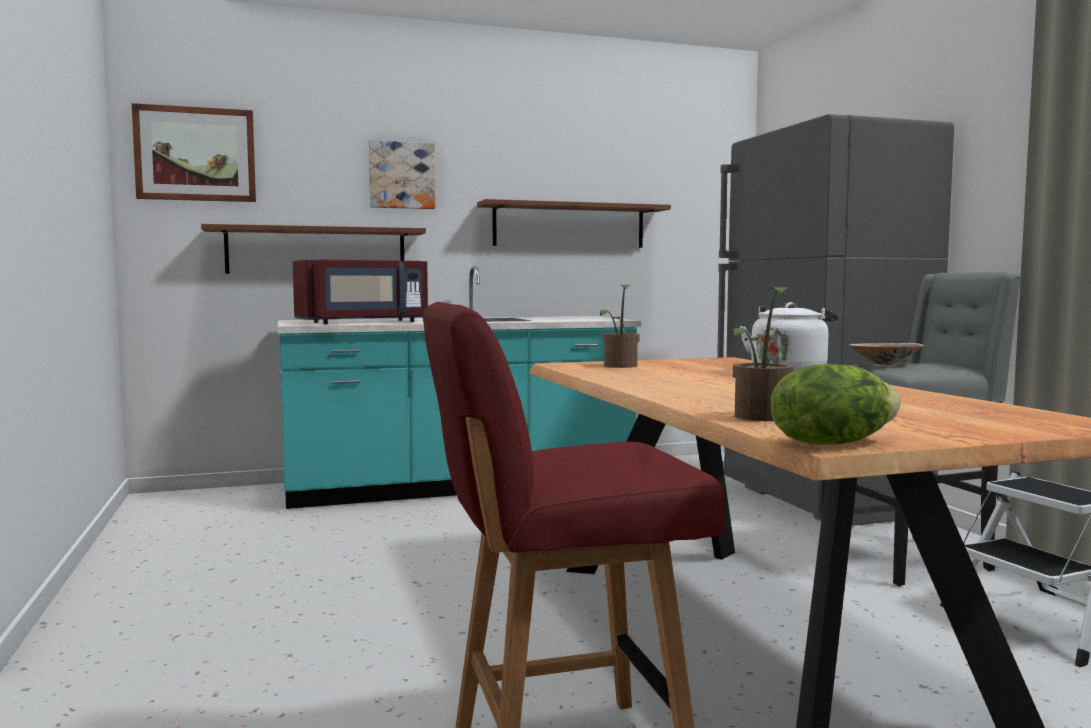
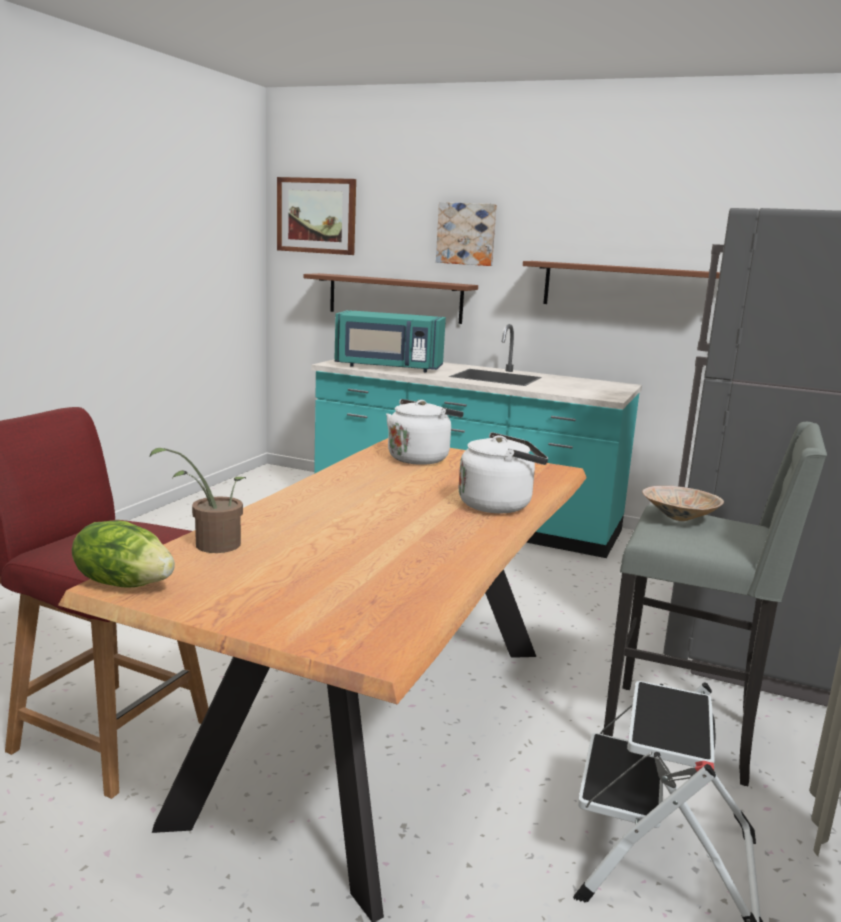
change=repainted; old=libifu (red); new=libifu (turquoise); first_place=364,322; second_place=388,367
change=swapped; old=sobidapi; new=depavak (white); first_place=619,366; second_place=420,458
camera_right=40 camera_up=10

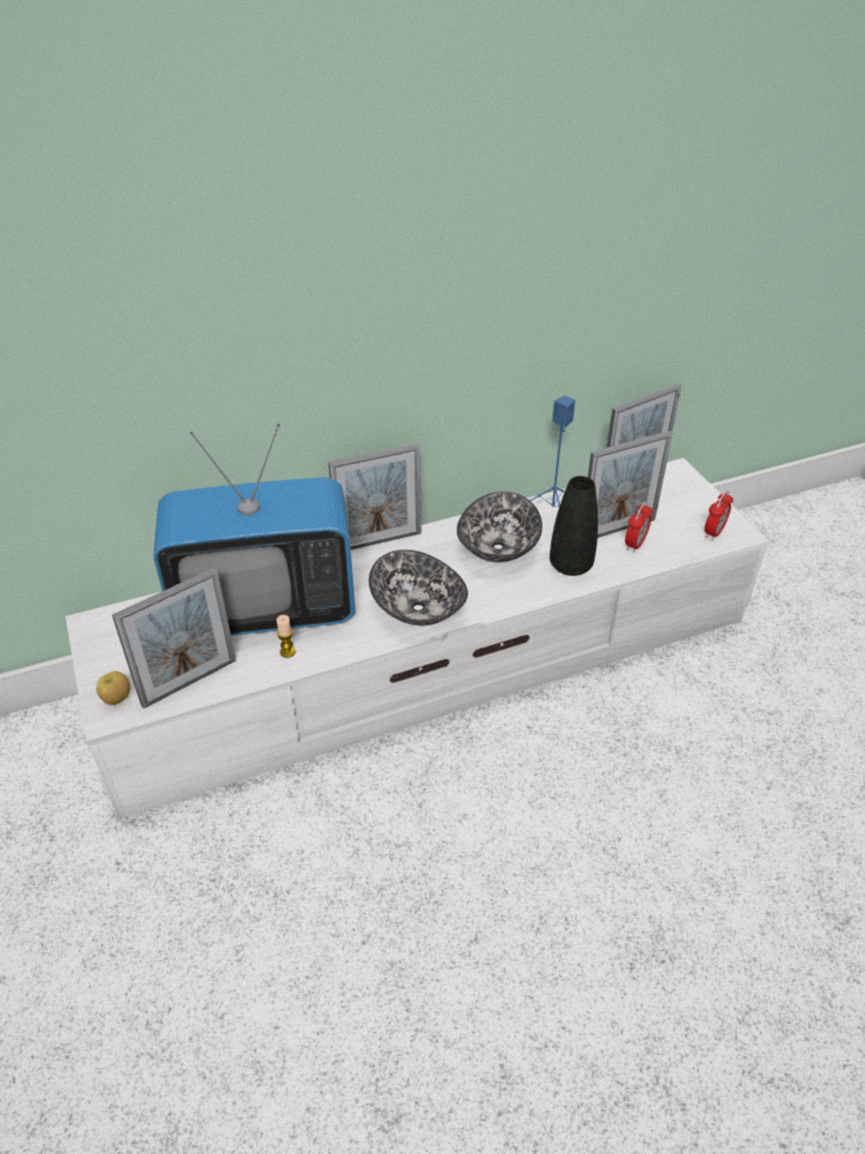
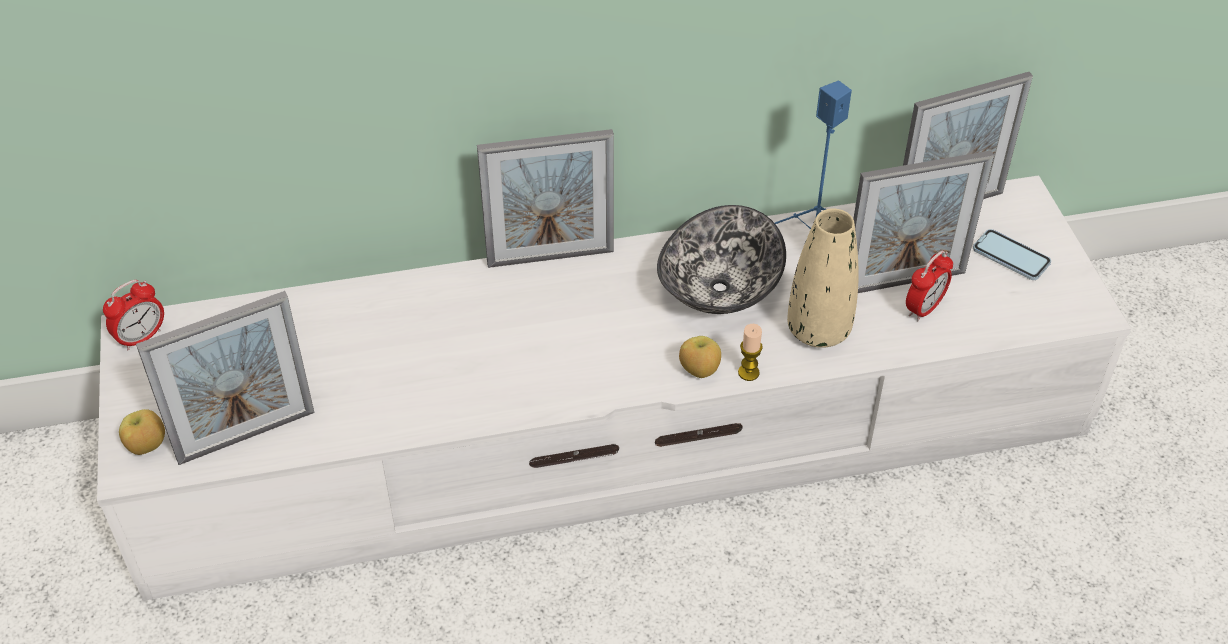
change=gone; old=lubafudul; first_place=266,609
change=shifted; old=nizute; first_place=287,652; second_place=748,372
change=gone; old=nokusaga; first_place=419,608
change=repainted; old=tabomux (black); new=tabomux (beige); first_place=570,566; second_place=818,331
change=shifted; old=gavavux; first_place=714,532; second_place=141,337
change=new; new=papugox; second_place=699,371
change=new; new=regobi; second_place=1011,256
camera_right=10 camera_up=5

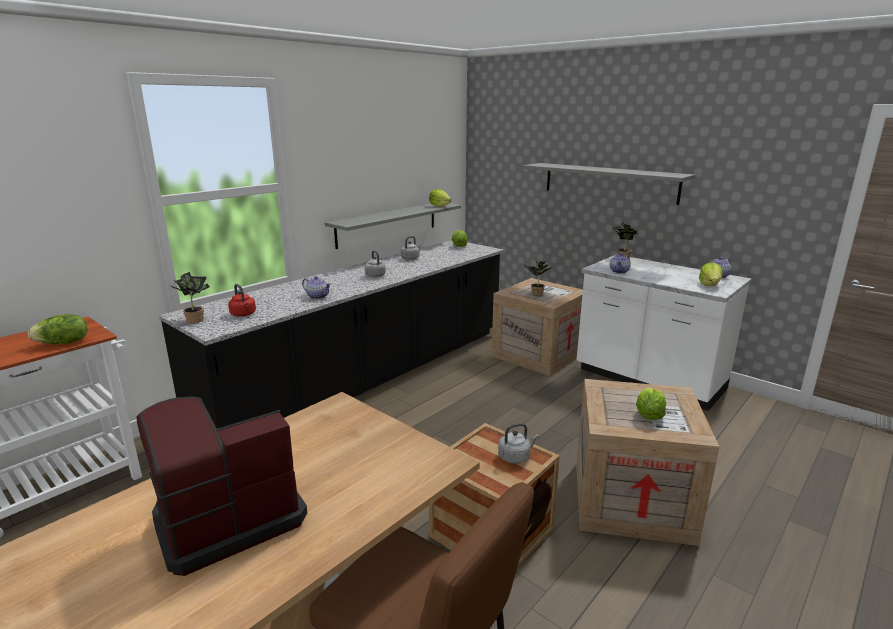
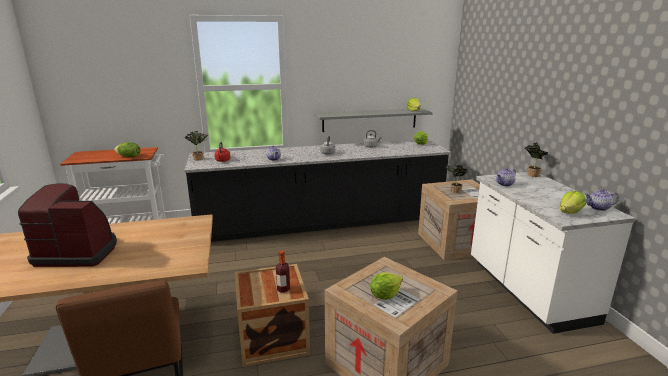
change=swapped; old=depavak (grey); new=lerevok; first_place=515,457; second_place=283,289
change=gone; old=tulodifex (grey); first_place=609,182
camera_right=35 camera_up=0

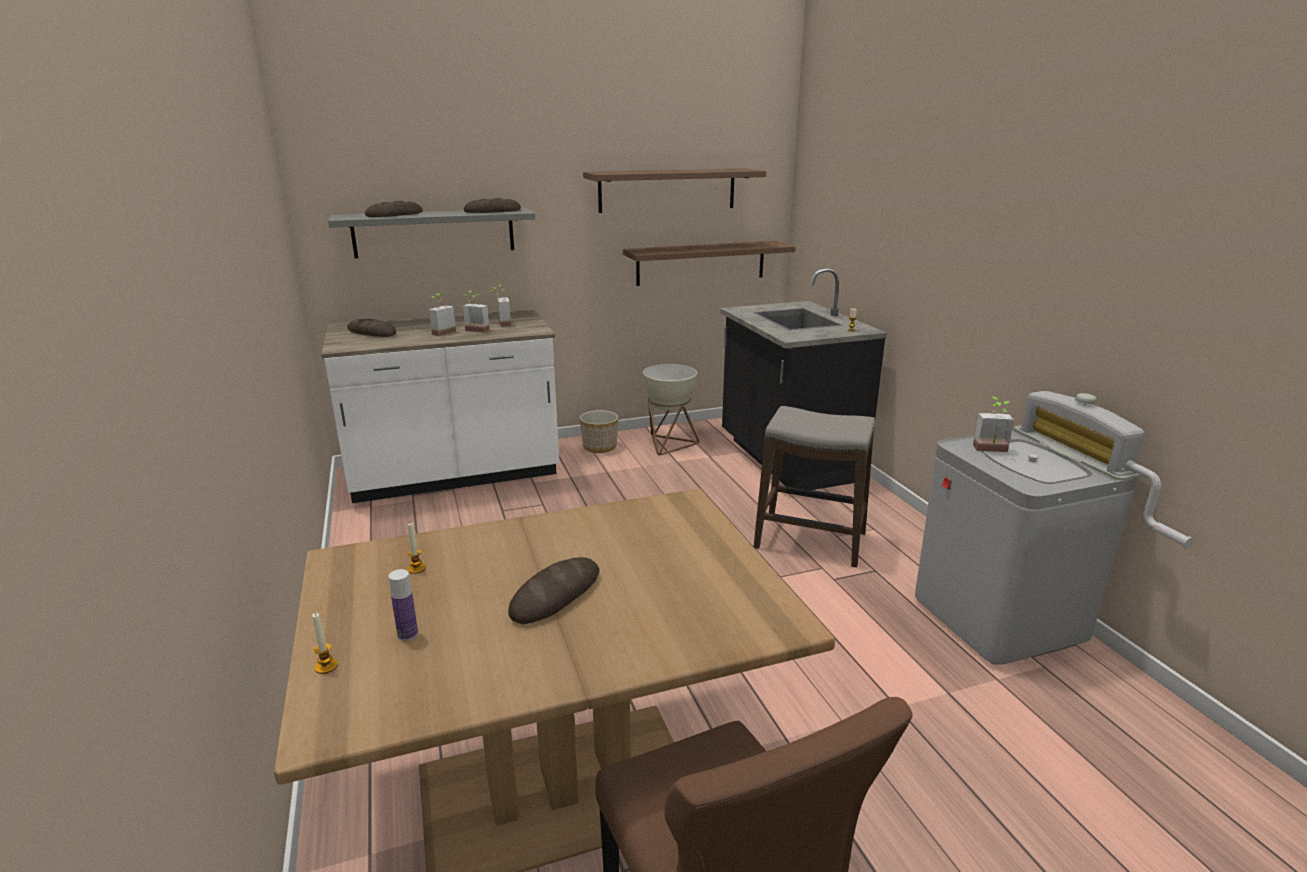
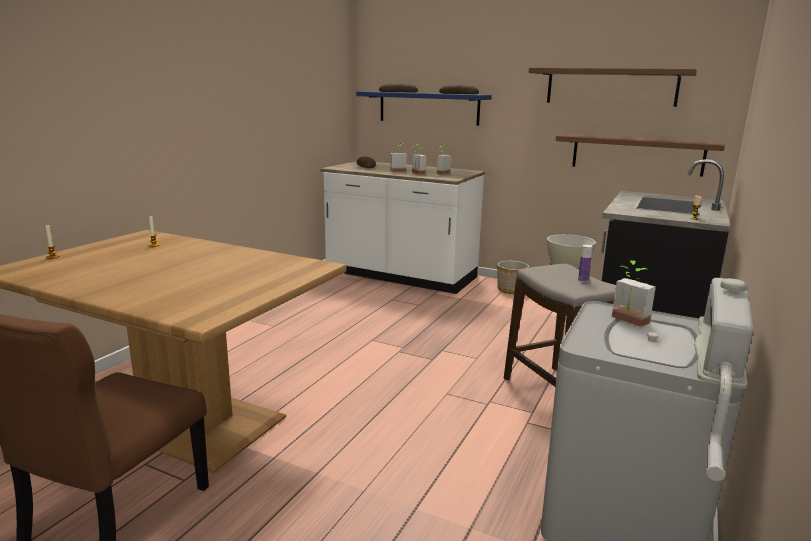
change=repainted; old=tulodifex (grey); new=tulodifex (blue); first_place=434,232; second_place=428,108
change=shifted; old=lerevok; first_place=407,634; second_place=583,280
change=gone; old=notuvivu; first_place=556,595
camera_right=45 camera_up=-5

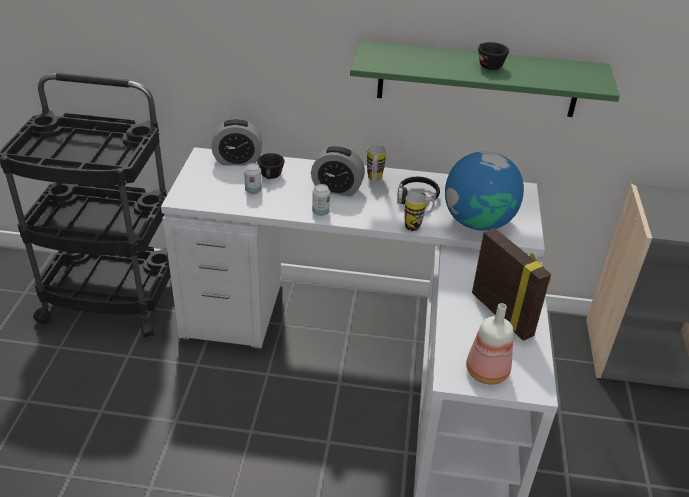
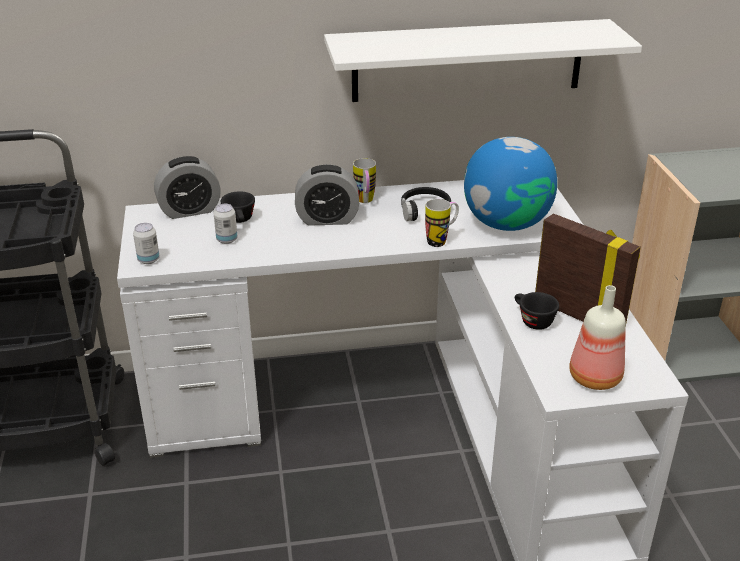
change=shifted; old=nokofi; first_place=320,212; second_place=148,260
change=repainted; old=tulodifex (green); new=tulodifex (white); first_place=478,79; second_place=468,60
change=shifted; old=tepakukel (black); first_place=488,64; second_place=532,320
camera_right=-15 camera_up=-5

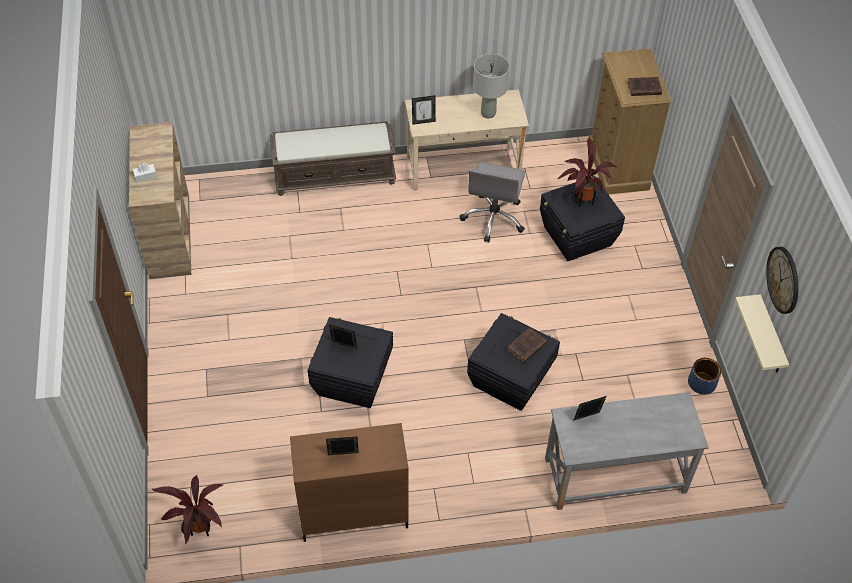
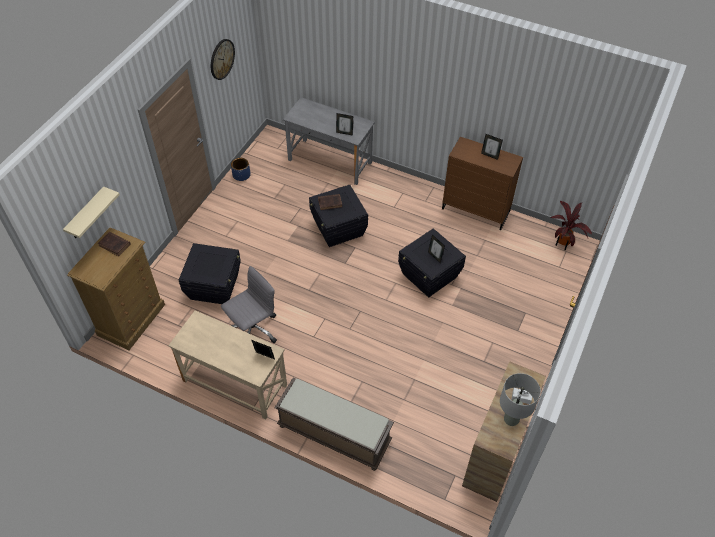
change=shifted; old=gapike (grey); first_place=488,113; second_place=511,419
change=gone; old=sobidapi; first_place=581,199
change=shifted; old=tulodifex (beige); first_place=770,337; second_place=86,214
camera_right=-145 camera_up=0

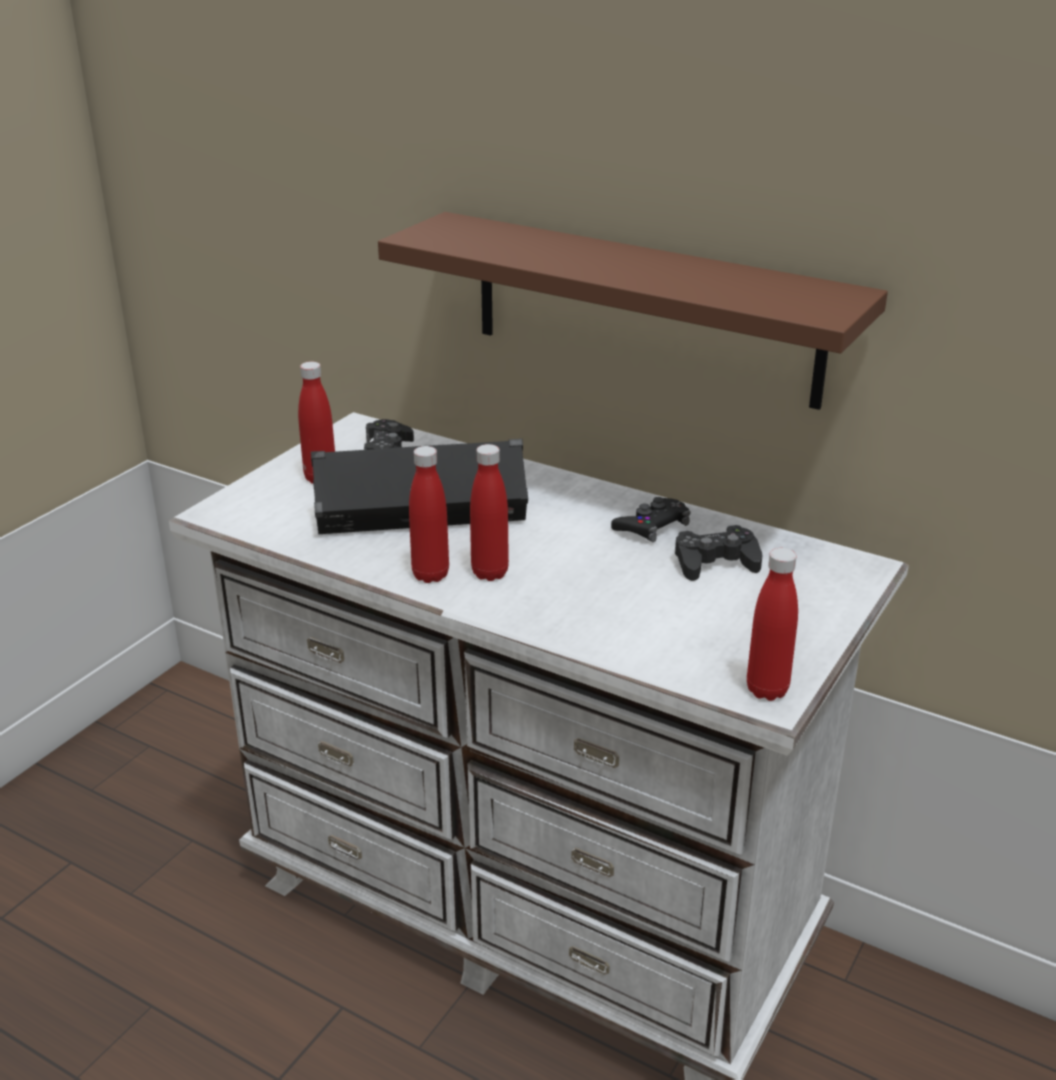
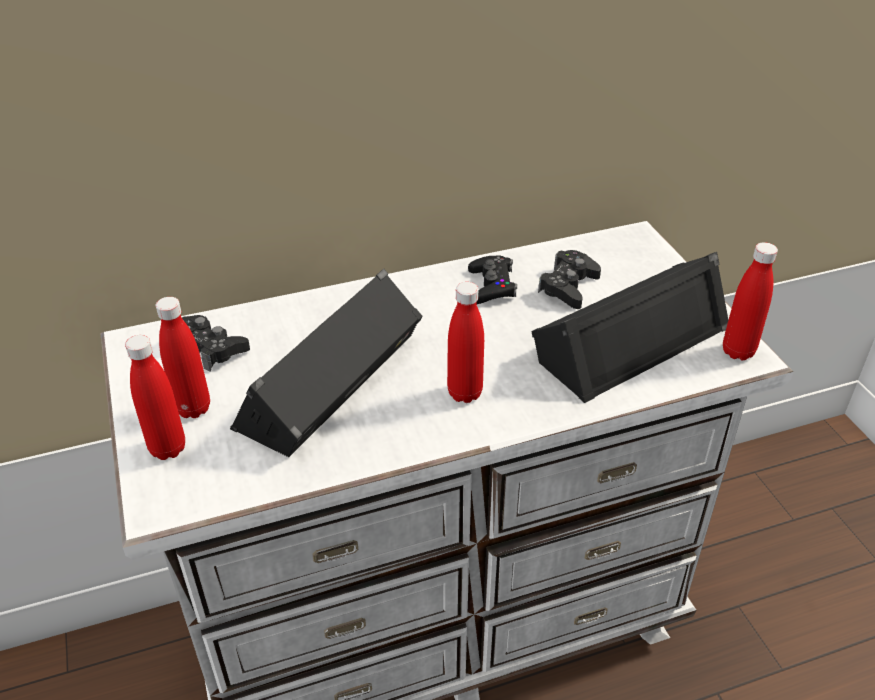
change=gone; old=tulodifex (brown); first_place=644,309
change=shifted; old=lerevok (red); first_place=430,575; second_place=168,448
change=new; new=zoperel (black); second_place=629,339
camera_right=-50 camera_up=10

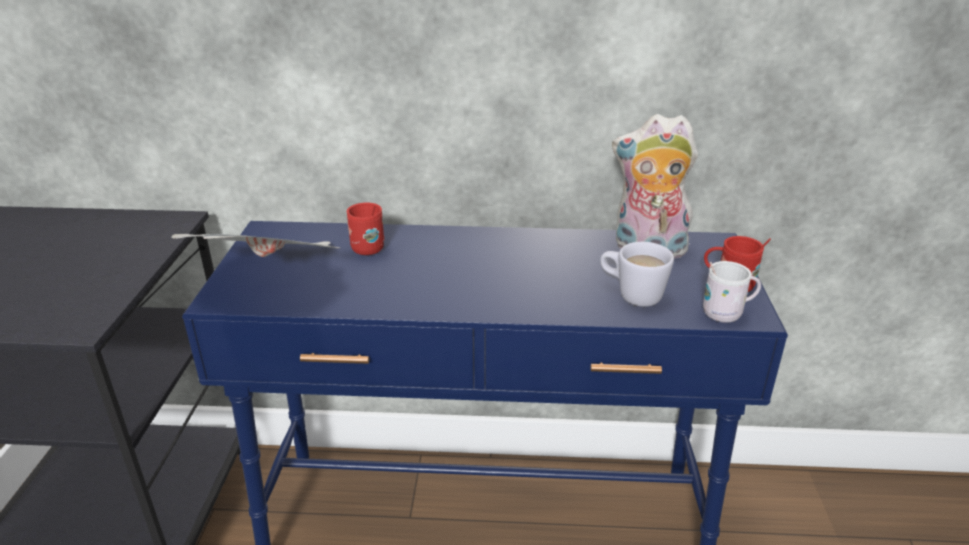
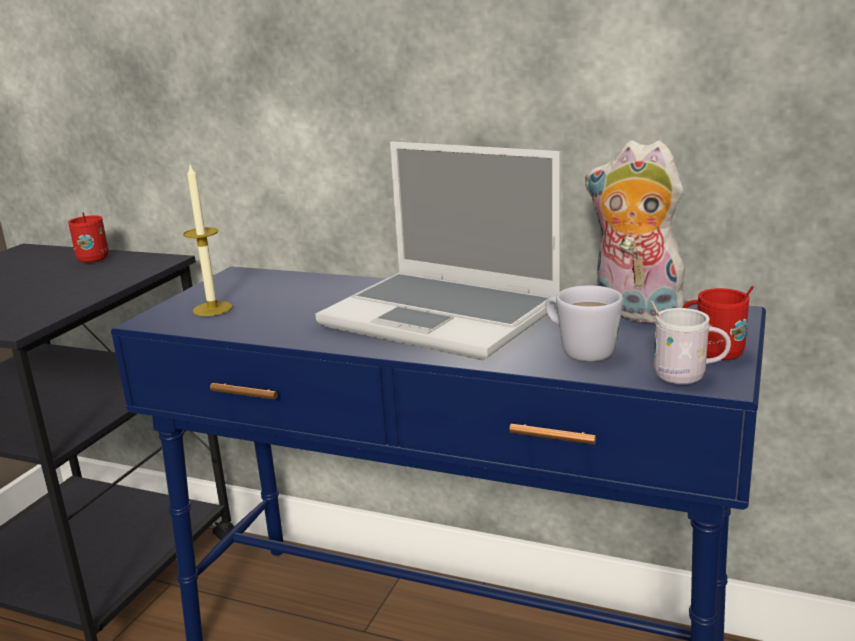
change=swapped; old=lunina; new=nizute; first_place=274,278; second_place=212,309
change=shifted; old=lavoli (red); first_place=365,247; second_place=93,258
change=new; new=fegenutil; second_place=445,317
camera_right=20 camera_up=-10

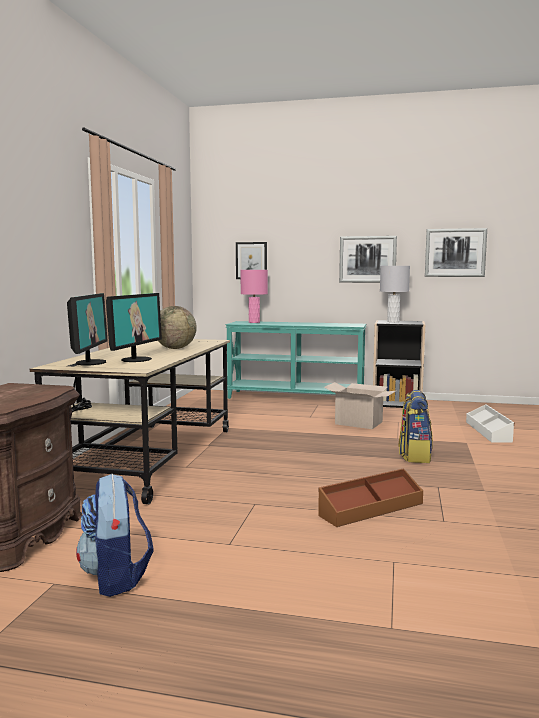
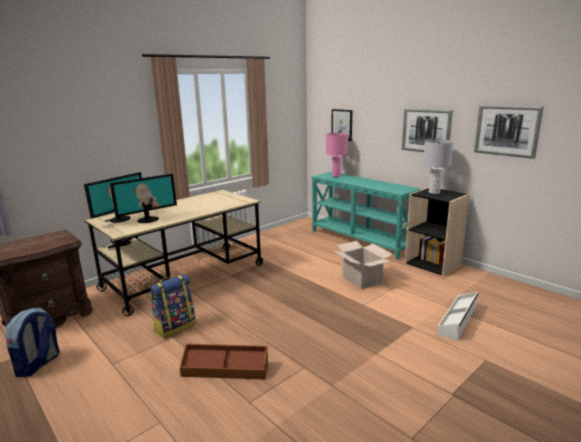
change=gone; old=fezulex; first_place=175,348
change=shifted; old=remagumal; first_place=414,456; second_place=175,327
camera_right=35 camera_up=10

